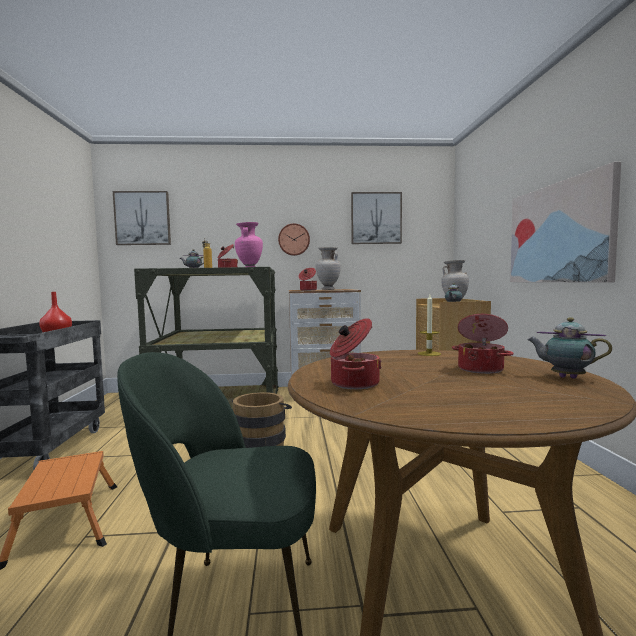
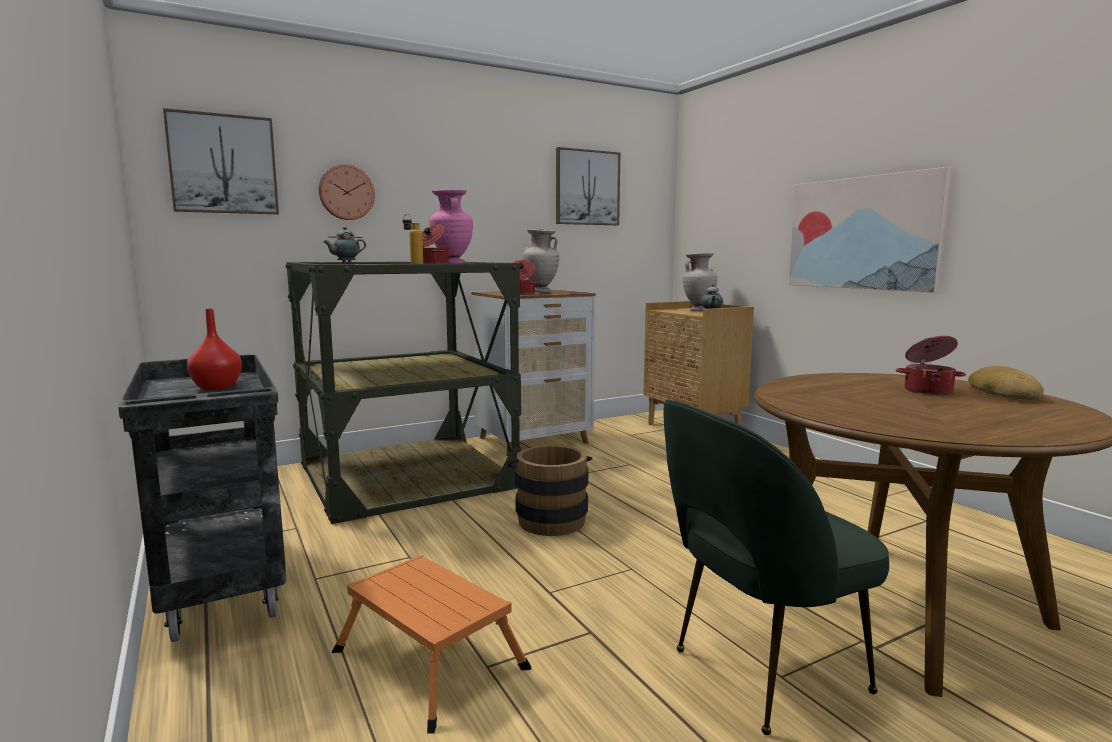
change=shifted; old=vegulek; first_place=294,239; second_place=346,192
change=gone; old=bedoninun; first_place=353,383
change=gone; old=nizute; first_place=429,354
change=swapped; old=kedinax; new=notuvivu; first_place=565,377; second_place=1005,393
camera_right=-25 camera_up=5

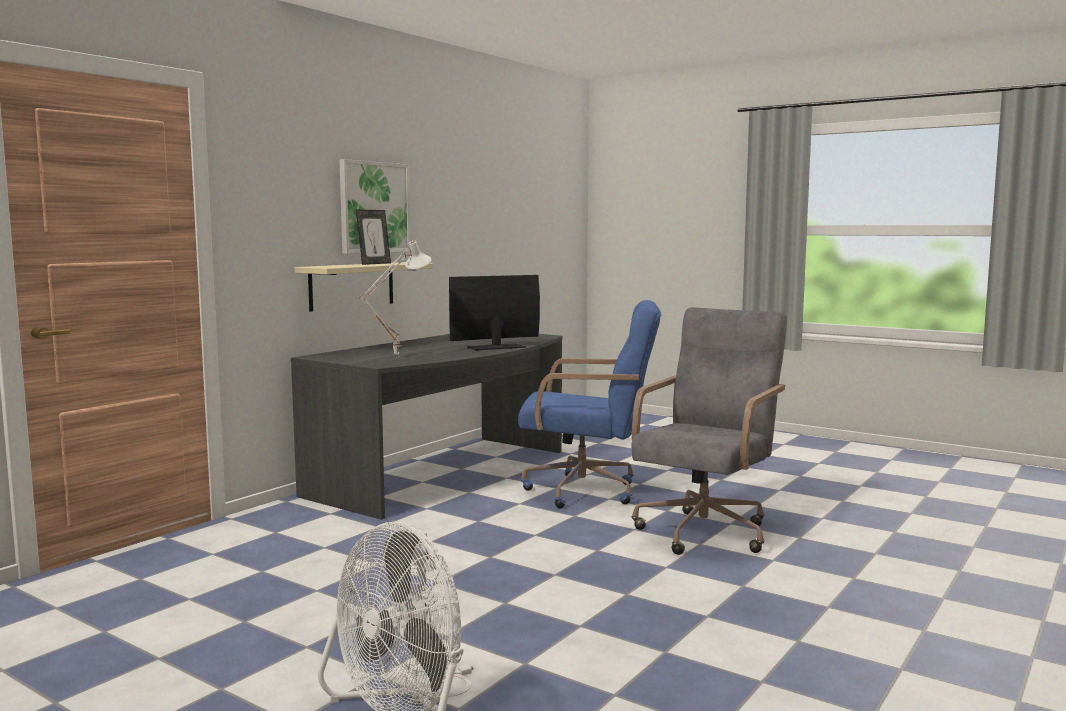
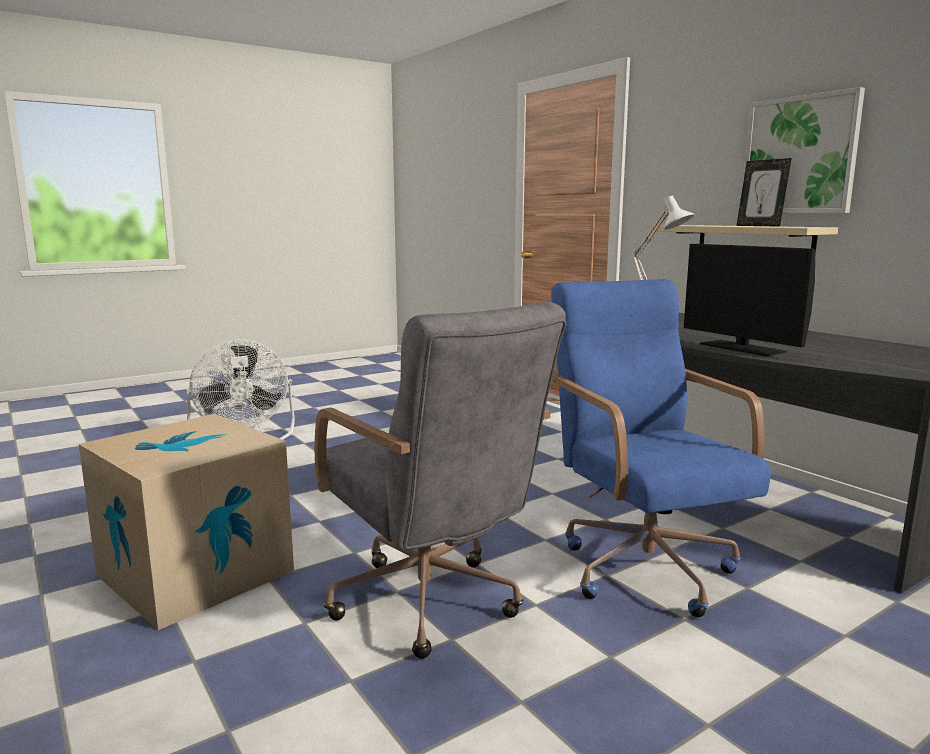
change=rotated; old=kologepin; first_place=496,347; second_place=741,348; degrees=150
change=rotated; old=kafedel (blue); first_place=588,492; second_place=641,567; degrees=135
change=new; new=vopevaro; second_place=195,573
camera_right=110 camera_up=5

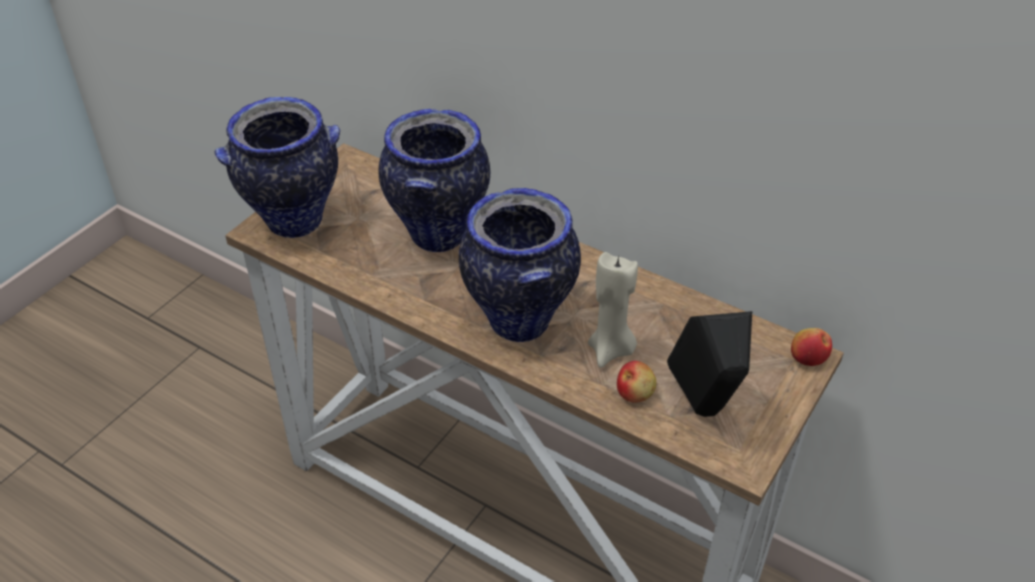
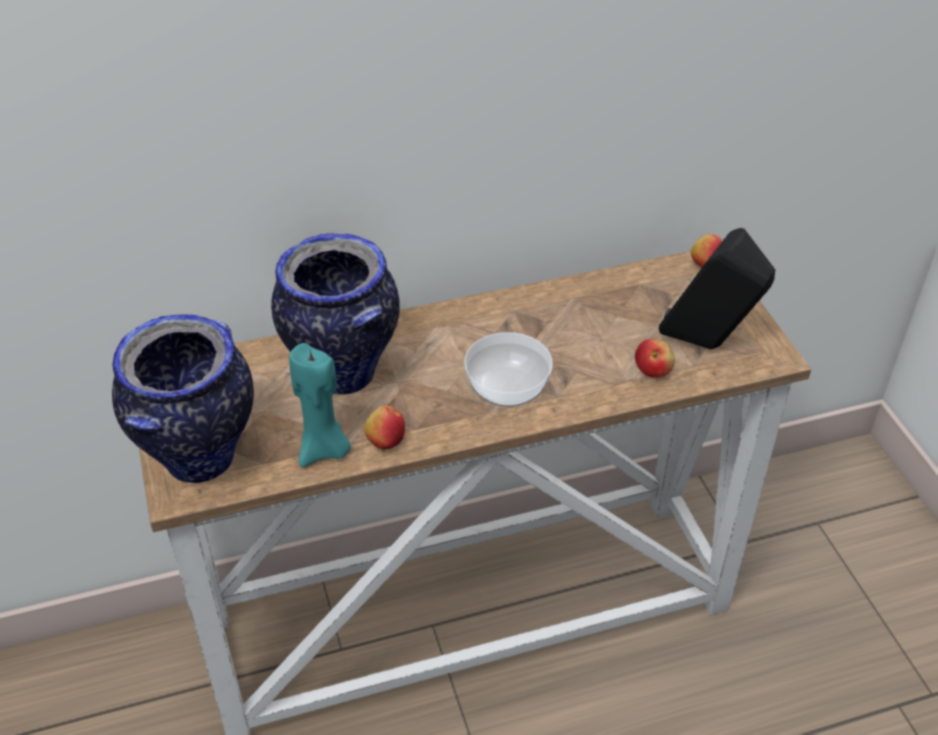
change=swapped; old=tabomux; new=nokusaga; first_place=518,321; second_place=506,387
change=gone; old=nizute (beige); first_place=611,350
change=new; new=nizute (turquoise); second_place=324,450
change=new; new=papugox; second_place=385,439
camera_right=-50 camera_up=0

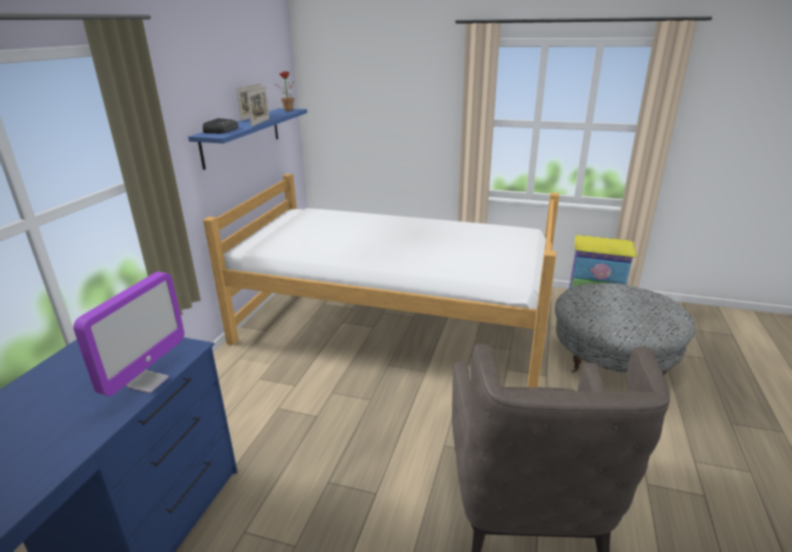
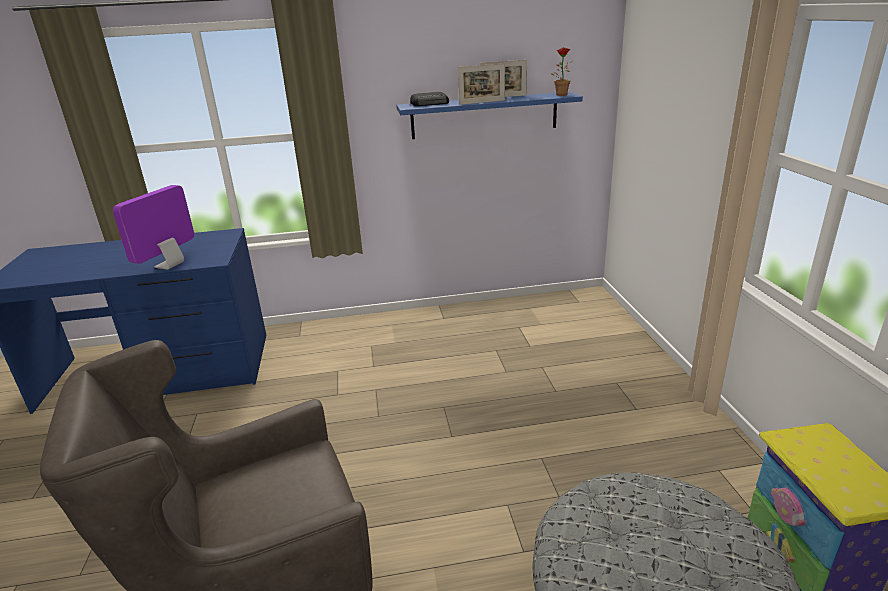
change=rotated; old=kologepin; first_place=147,382; second_place=169,265; degrees=120
change=gone; old=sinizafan; first_place=393,324
camera_right=65 camera_up=0

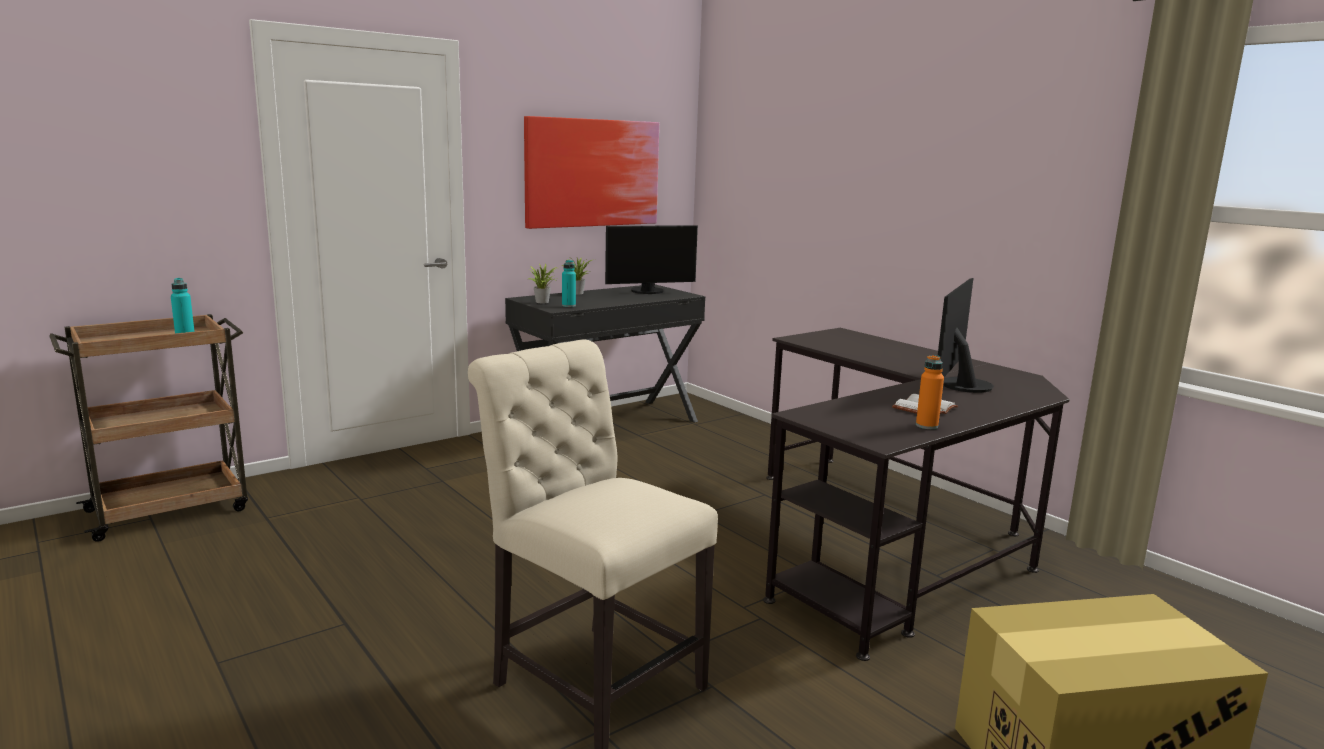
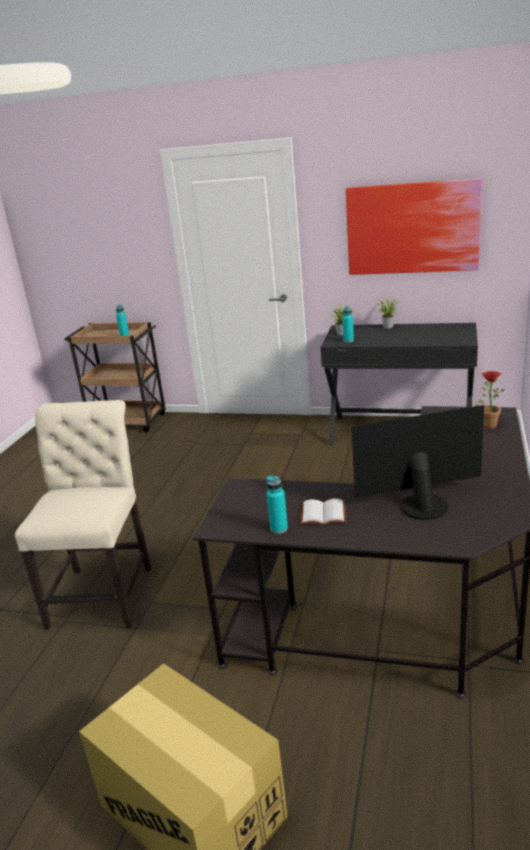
change=gone; old=kologepin; first_place=648,292
change=repainted; old=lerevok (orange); new=lerevok (turquoise); first_place=926,426; second_place=279,529
change=new; new=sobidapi; second_place=487,424
camera_right=55 camera_up=10

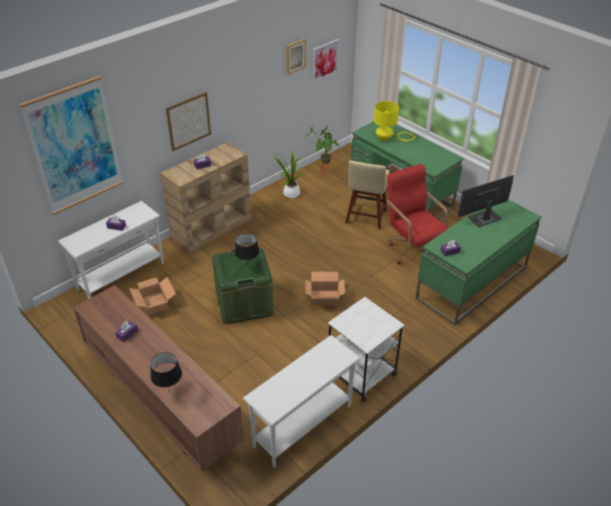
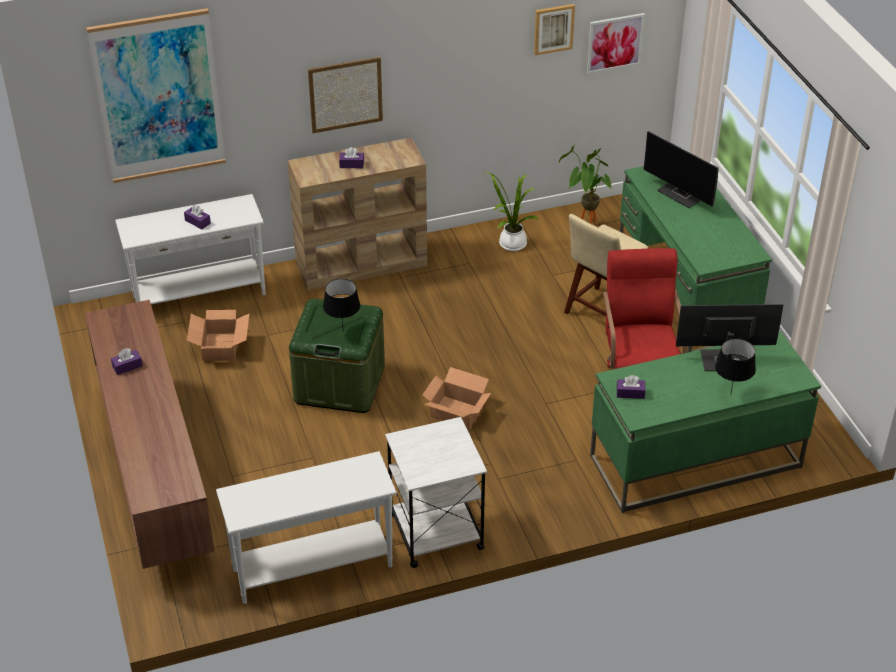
change=shifted; old=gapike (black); first_place=169,392; second_place=730,394
change=swapped; old=gapike (yellow); new=kologepin; first_place=392,137; second_place=682,195
camera_right=25 camera_up=0

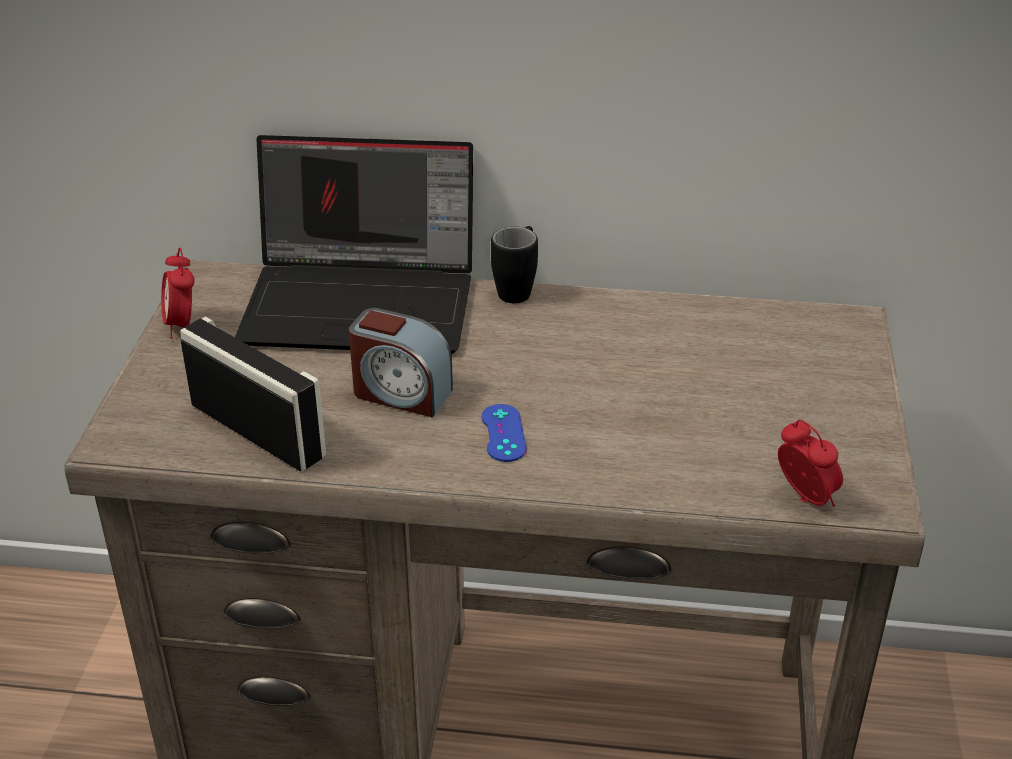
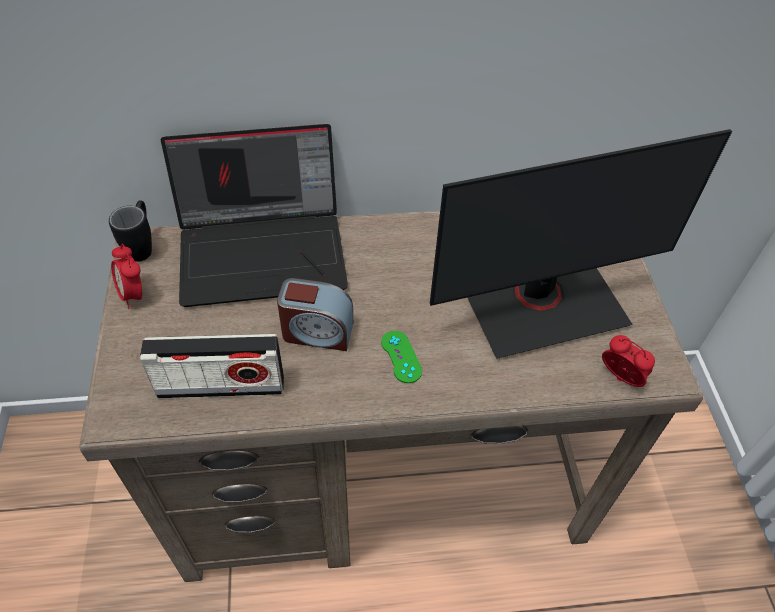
change=rotated; old=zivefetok; first_place=257,430; second_place=221,386; degrees=150
change=repainted; old=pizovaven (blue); new=pizovaven (green); first_place=503,433; second_place=401,357
change=shifted; old=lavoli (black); first_place=518,289; second_place=142,246
change=new; new=kologepin; second_place=542,303
camera_right=-15 camera_up=15

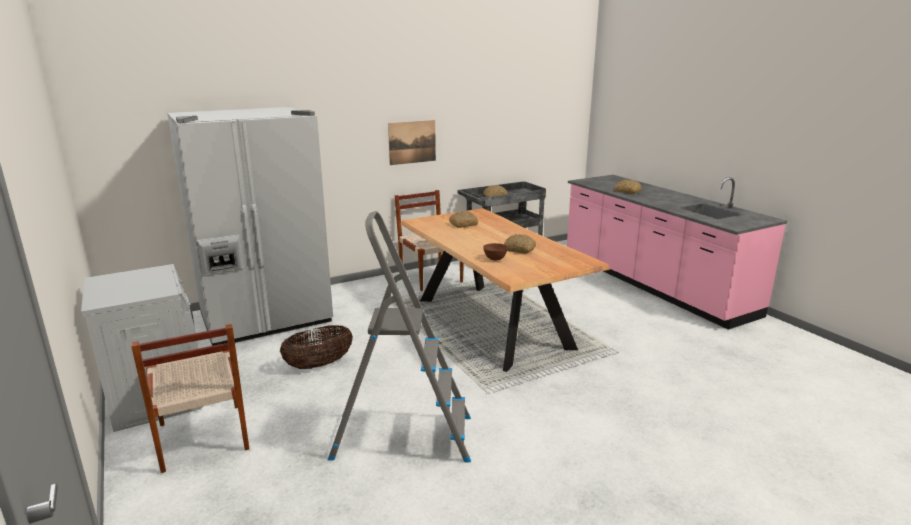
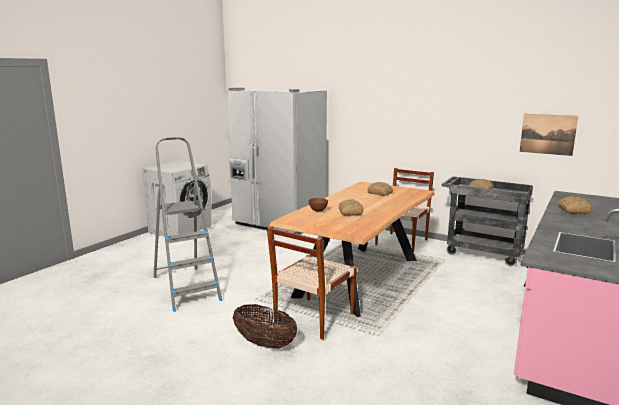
change=shifted; old=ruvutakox; first_place=203,439; second_place=312,319
change=shifted; old=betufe; first_place=319,365; second_place=264,344
change=shifted; old=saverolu; first_place=412,142; second_place=547,134
camera_right=60 camera_up=-5

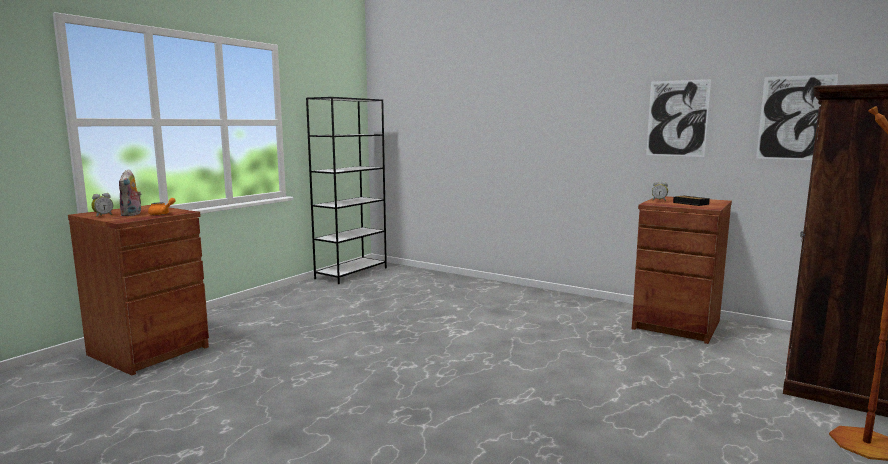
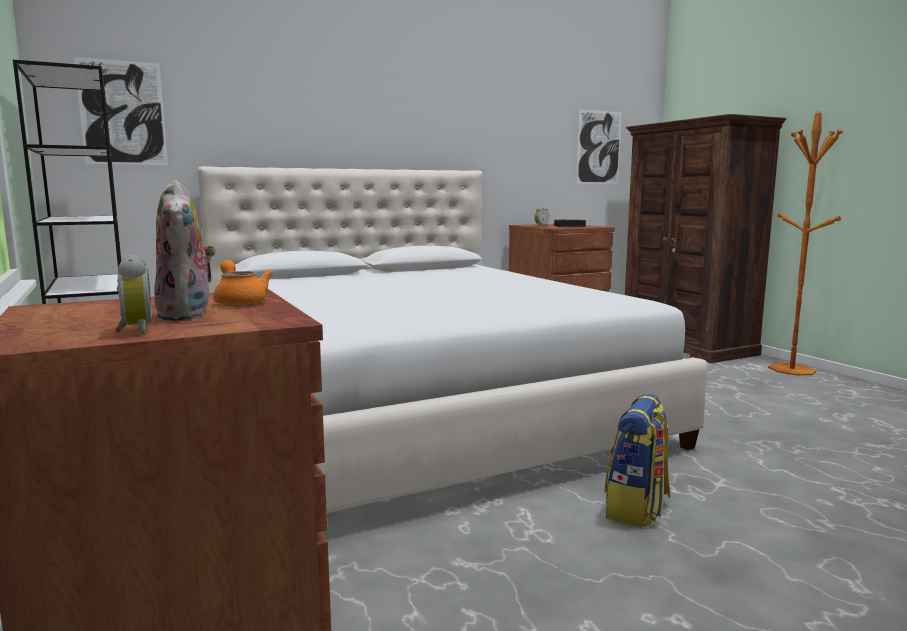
change=rotated; old=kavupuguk; first_place=132,214; second_place=188,315; degrees=45
change=shifted; old=saverolu; first_place=677,118; second_place=122,113
change=new; new=sinizafan (white); second_place=419,409
change=new; new=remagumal; second_place=637,509
camera_right=-60 camera_up=0

